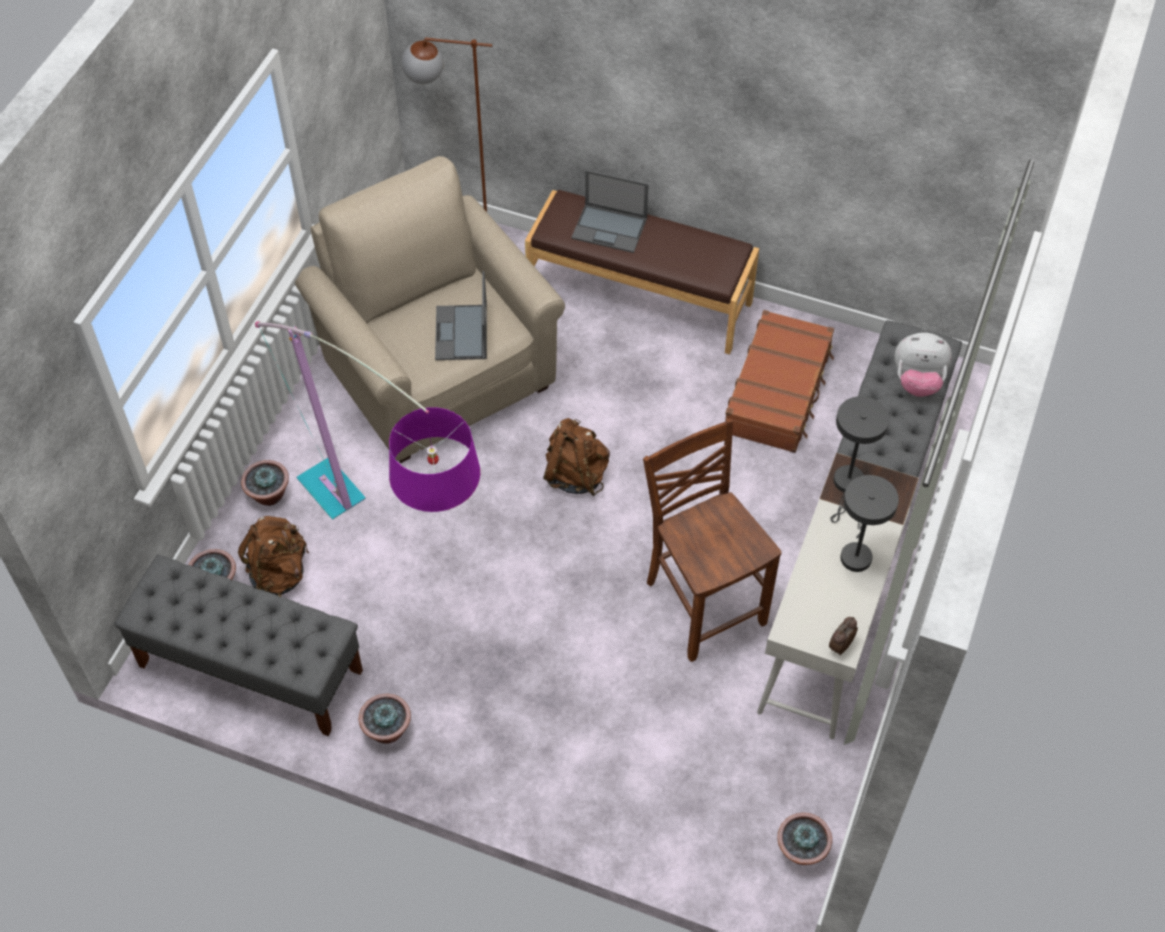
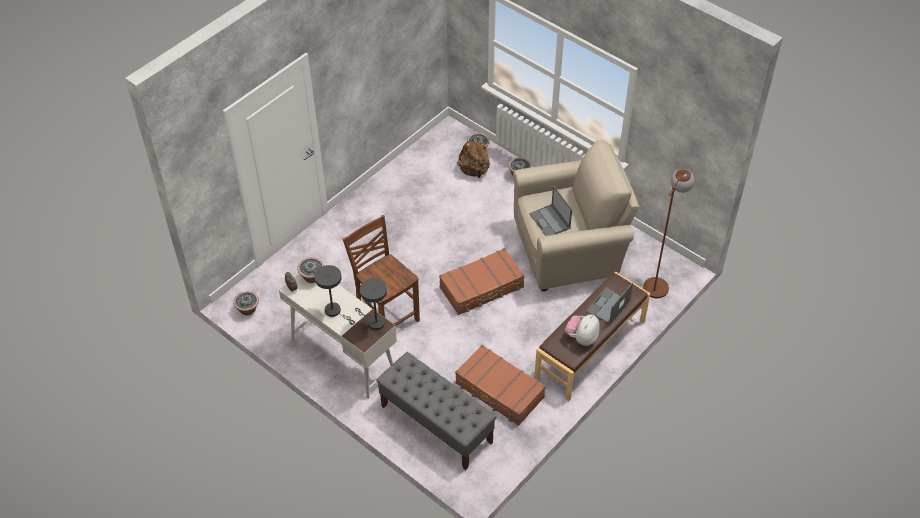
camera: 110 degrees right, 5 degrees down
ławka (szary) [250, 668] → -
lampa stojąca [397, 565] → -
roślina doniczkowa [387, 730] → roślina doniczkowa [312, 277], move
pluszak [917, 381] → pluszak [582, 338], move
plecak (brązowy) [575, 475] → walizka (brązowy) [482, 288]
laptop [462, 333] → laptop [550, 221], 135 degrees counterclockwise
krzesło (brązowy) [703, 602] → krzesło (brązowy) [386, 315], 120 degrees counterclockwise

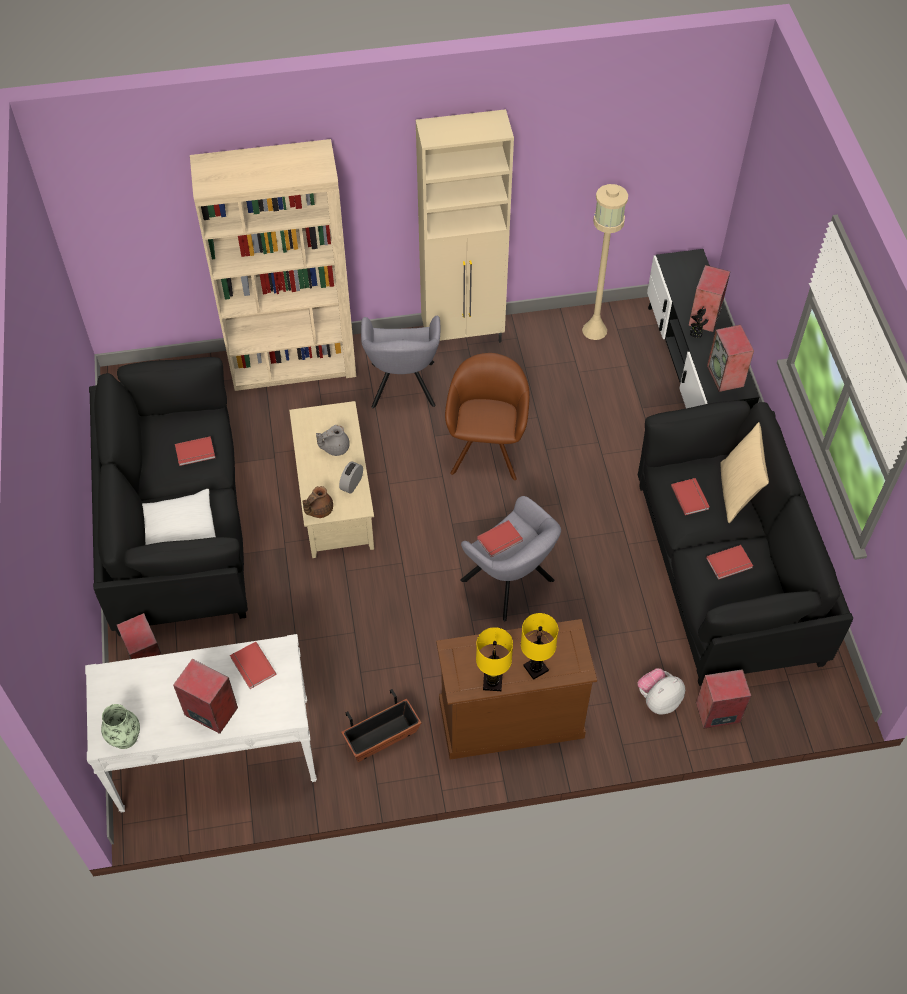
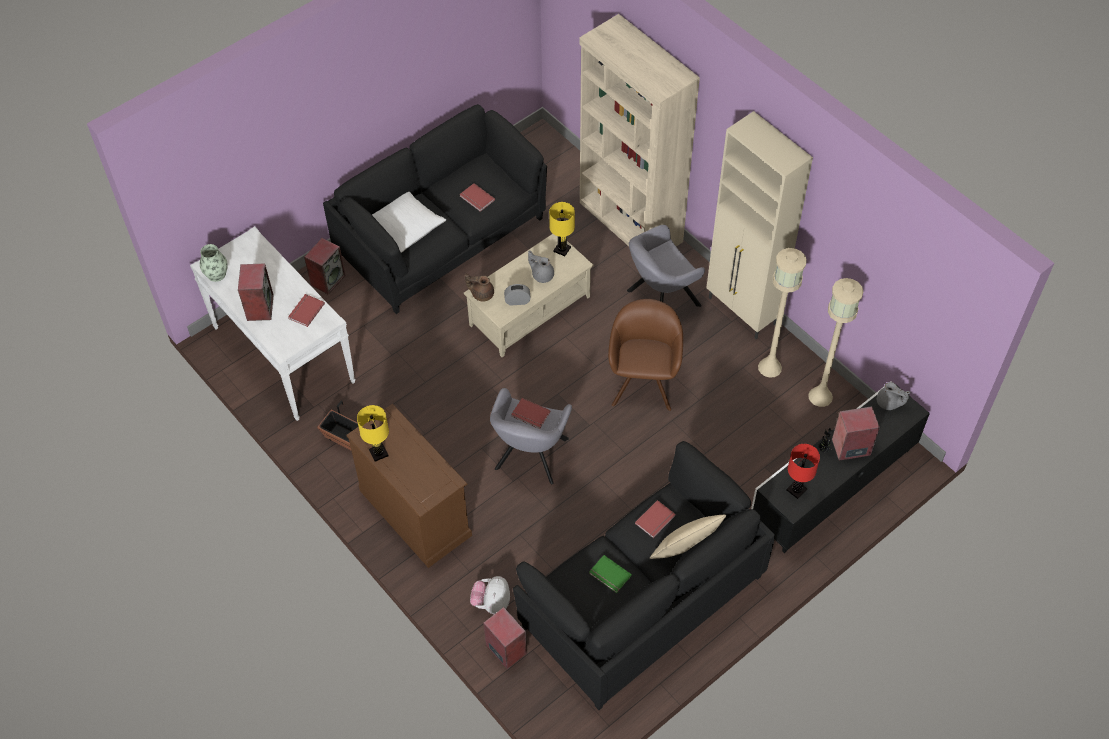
camera: 60 degrees right, 0 degrees up
- → lampa stojąca (beżowy) [770, 367]
- → imbryk (szary) [888, 403]
lampa stołowa (żółty) [535, 668] → lampa stołowa (żółty) [561, 249], move
głośnik [726, 376] → lampa stołowa (czerwony) [796, 490]
książka (czerwony) [730, 564] → książka (zielony) [609, 575]
fotel (brązowy) [487, 448] → fotel (brązowy) [643, 381], 60 degrees counterclockwise
pluszak [658, 700] → pluszak [491, 603], 105 degrees counterclockwise

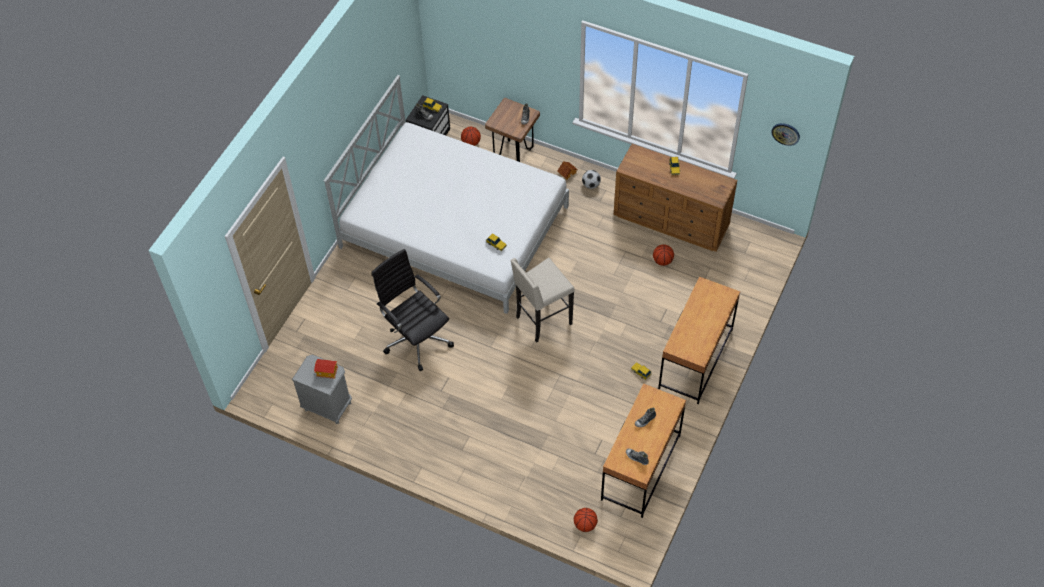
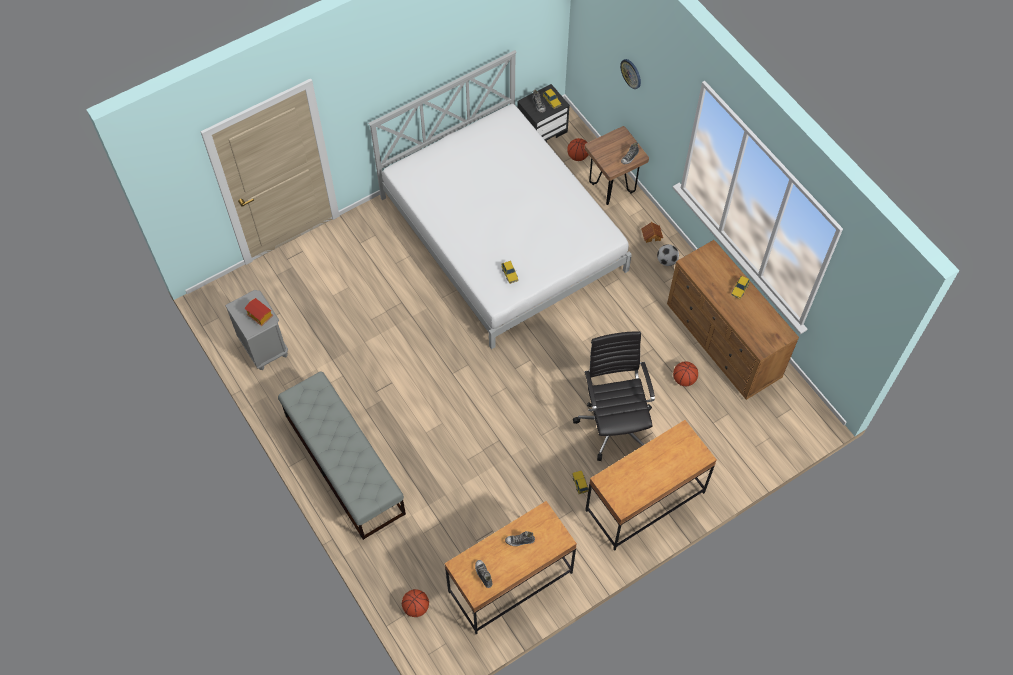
camera: 30 degrees right, 5 degrees up
stołek (beżowy) [542, 320] → -
- → ławka (szary) [344, 464]
krzesło biurowe (czarny) [416, 338] → krzesło biurowe (czarny) [614, 423], move
zegar ścienny [785, 133] → zegar ścienny [631, 73], move

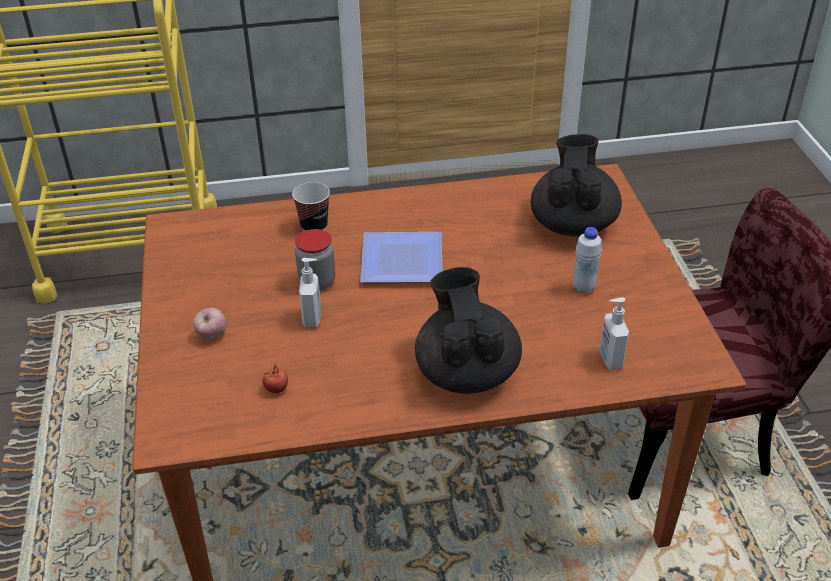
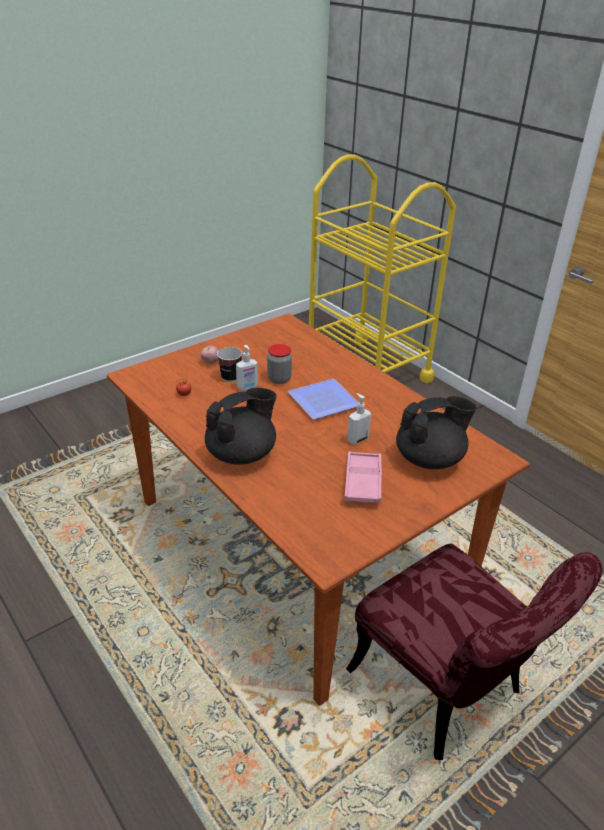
camera: 60 degrees right, 5 degrees down
filiżanka [314, 226] → filiżanka [230, 377], move
dozownik mydła [610, 359] → dozownik mydła [357, 439], move
butelka (biały) [583, 288] → taca (różowy) [363, 481]

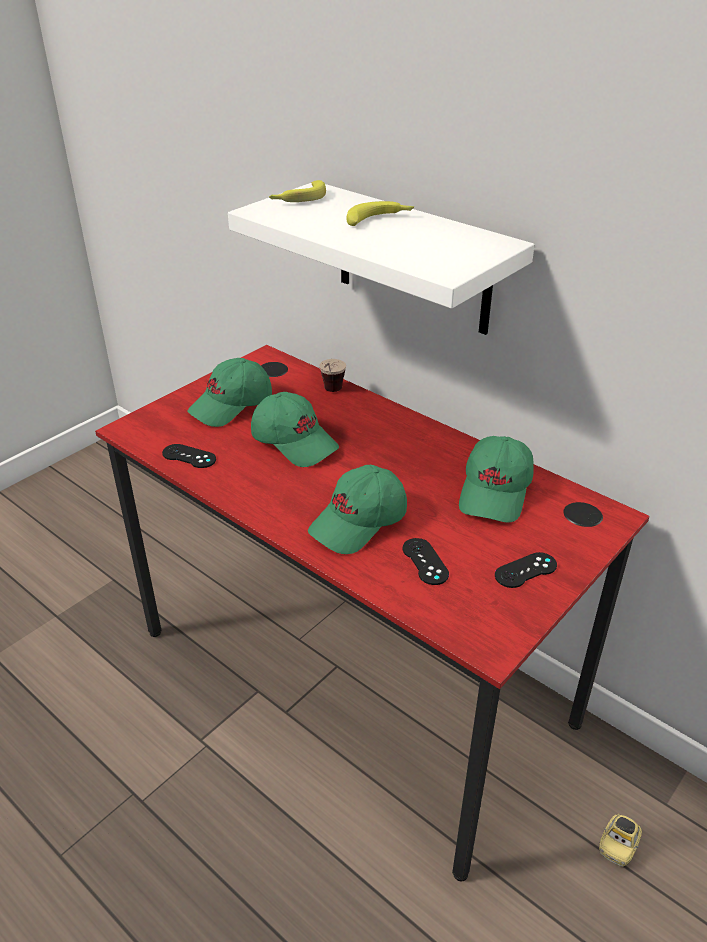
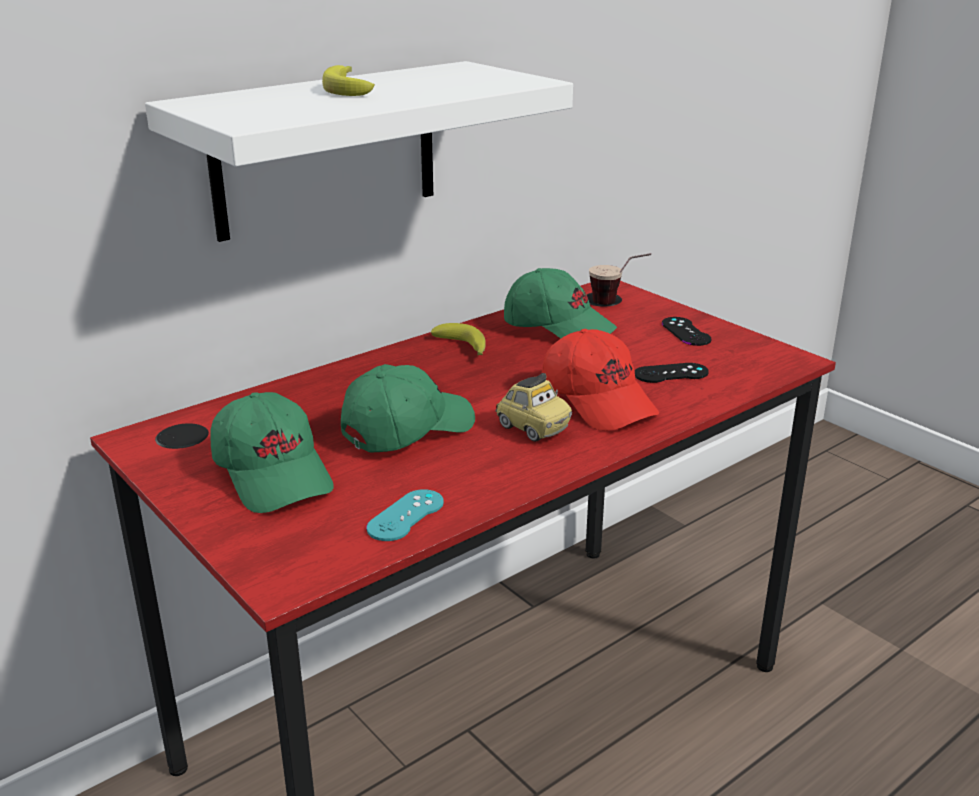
camera: 80 degrees left, 10 degrees down
banan [298, 199] → banan [463, 348], move
filiżanka [330, 393] → filiżanka [617, 303], move
samochodzik [618, 845] → samochodzik [532, 428], move
pad do gier (czarny) [189, 456] → pad do gier (turkusowy) [406, 515]
czapka z daszkiem (zielony) [359, 522] → czapka z daszkiem (czerwony) [599, 401]

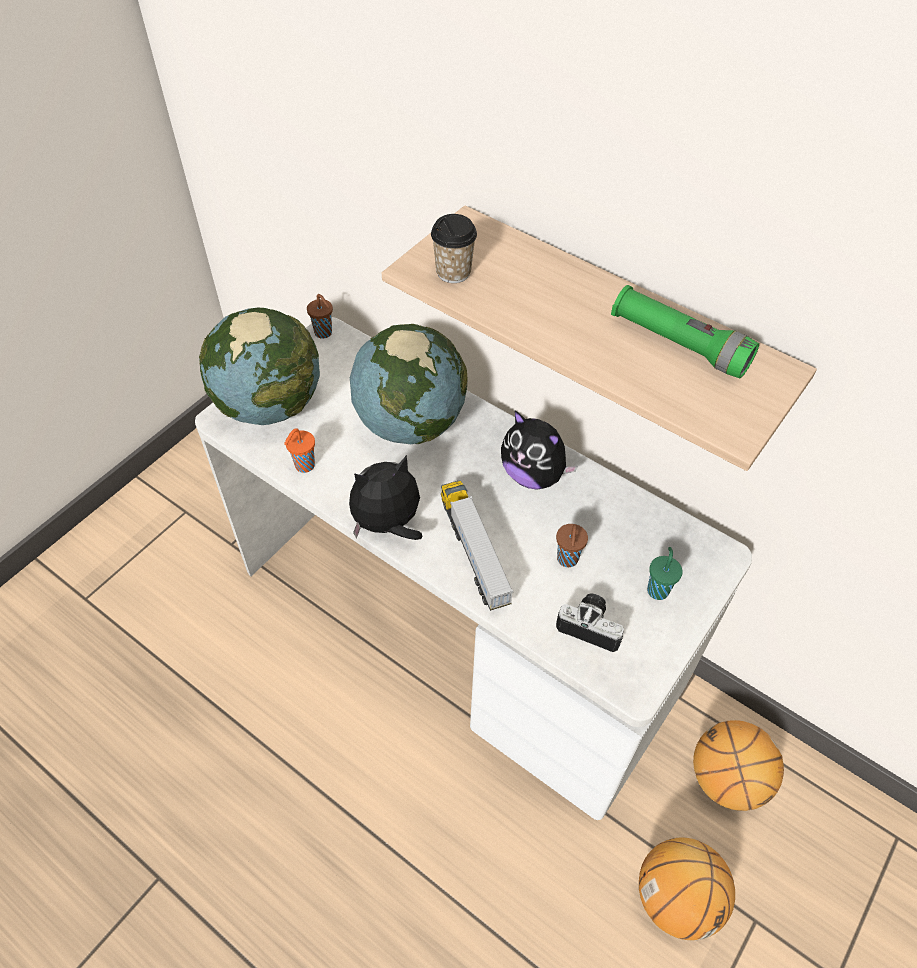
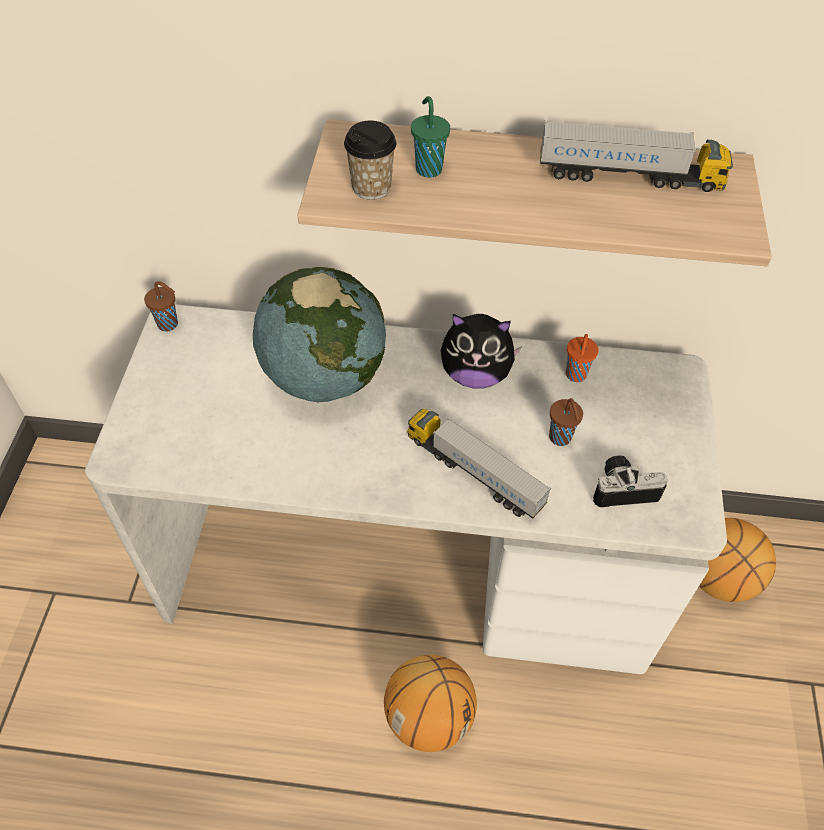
camera: 30 degrees left, 0 degrees up
globus [270, 405] → -
pluszak [388, 524] → -
filiżanka (pomarańczowy) [303, 466] → filiżanka (pomarańczowy) [575, 375], move
piłka do koszykówki [677, 897] → piłka do koszykówki [429, 716], move
filiżanka (zielony) [658, 589] → filiżanka (zielony) [428, 168], move
latarka (zielony) [678, 344] → ciężarówka zabawkowa [629, 177]

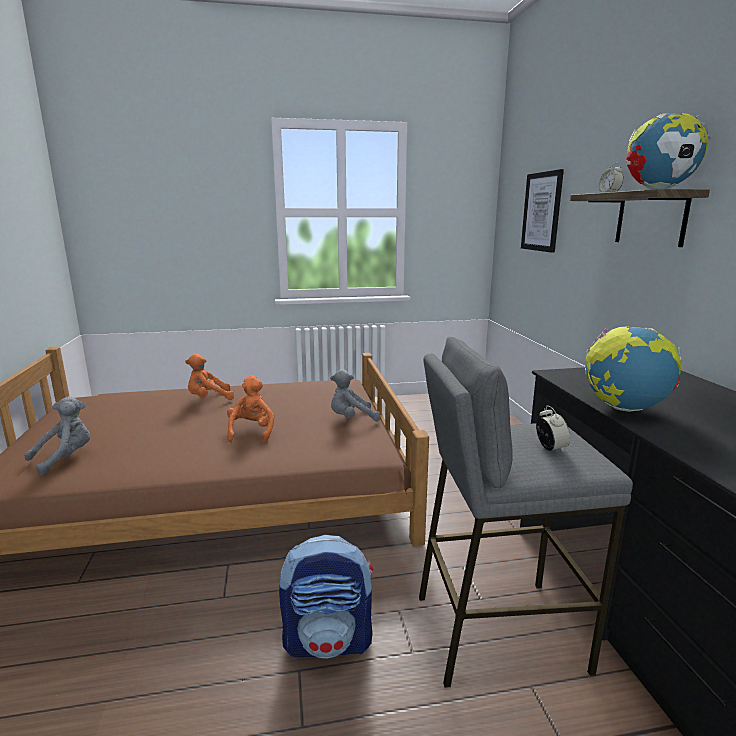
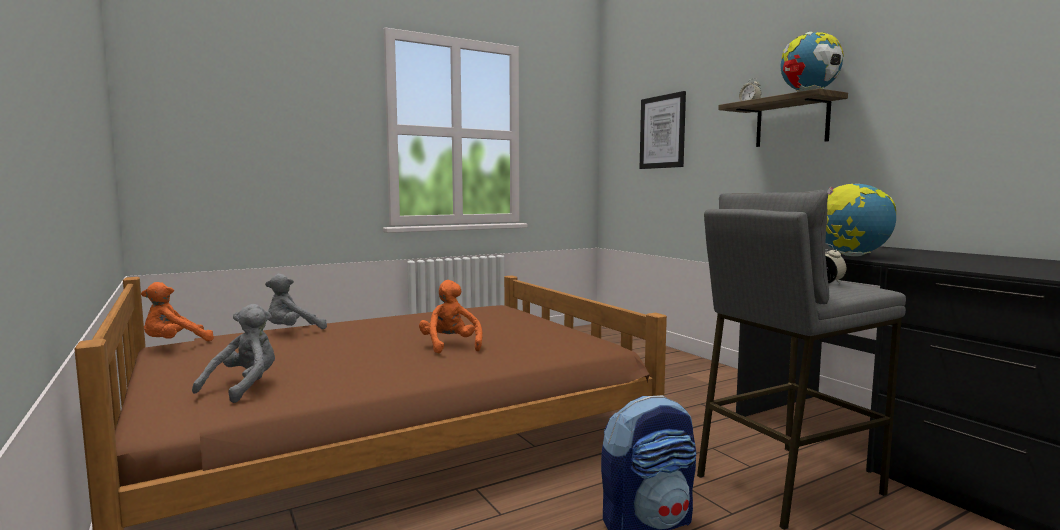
camera: 20 degrees left, 10 degrees down
pluszak (pomarańczowy) [209, 399] → pluszak (pomarańczowy) [175, 344], move
pluszak (szary) [351, 419] → pluszak (szary) [293, 331], move

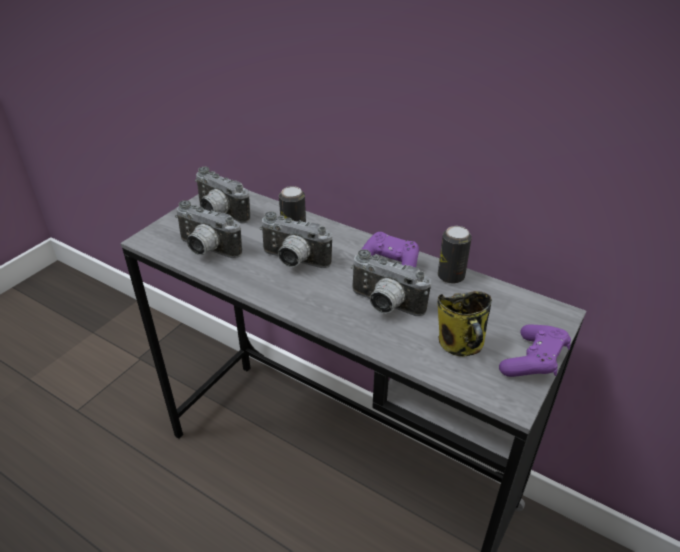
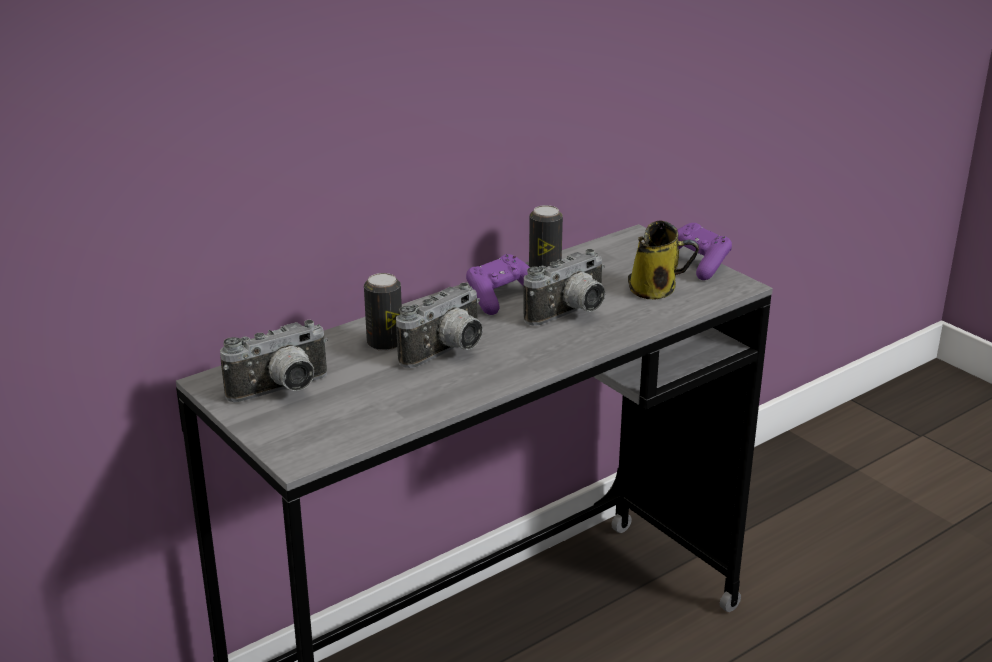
camera: 70 degrees left, 10 degrees down
aparat fotograficzny [206, 250] → -

